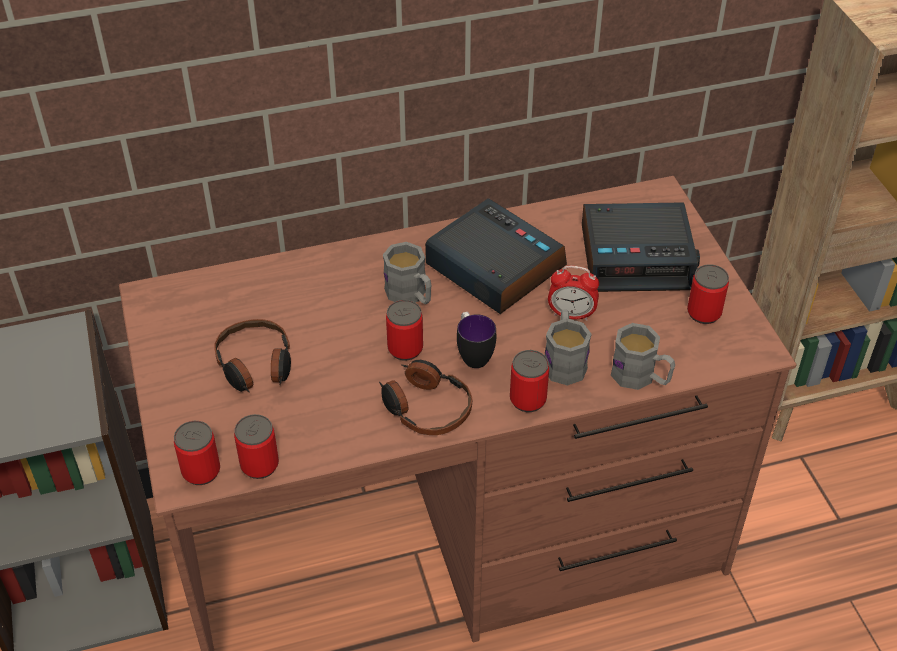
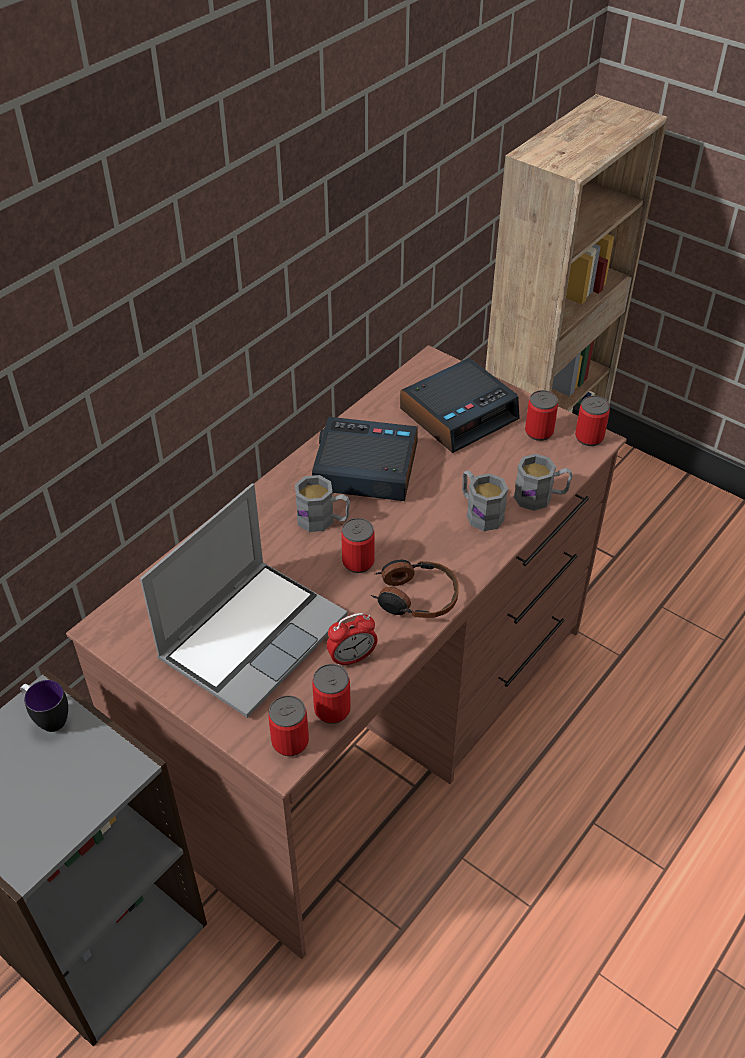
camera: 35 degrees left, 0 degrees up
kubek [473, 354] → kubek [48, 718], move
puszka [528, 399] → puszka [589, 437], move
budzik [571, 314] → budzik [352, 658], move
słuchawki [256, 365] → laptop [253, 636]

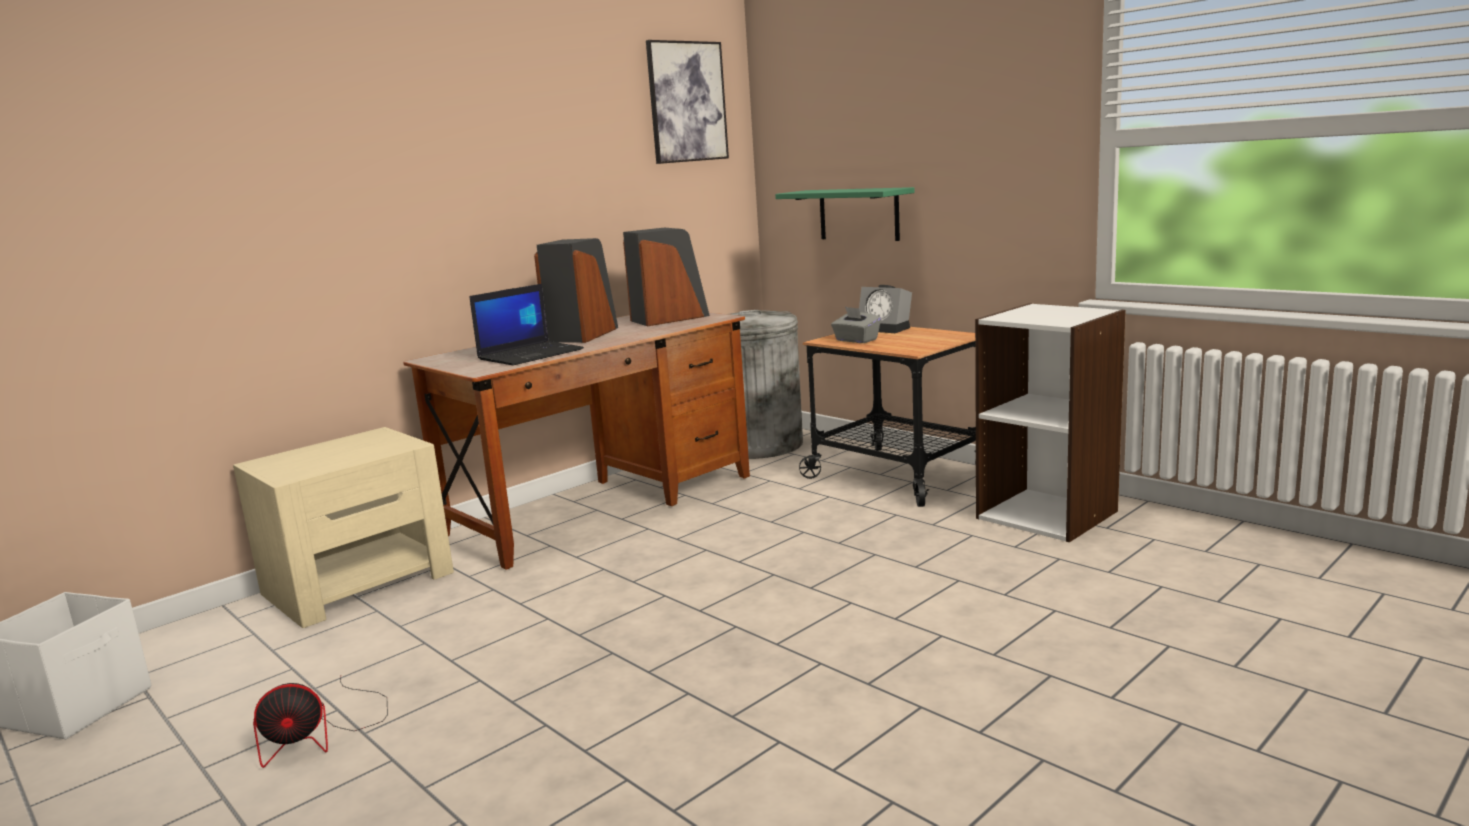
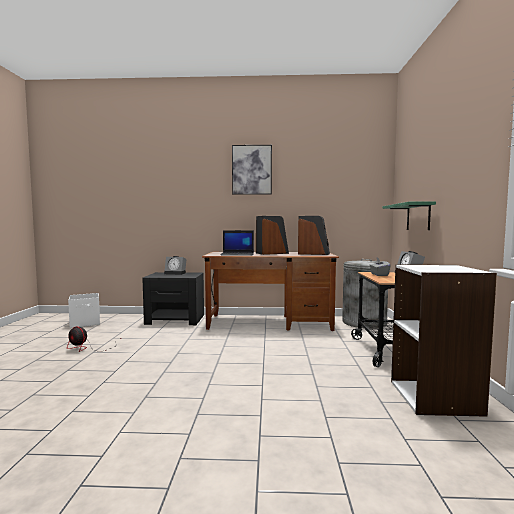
camera: 45 degrees right, 10 degrees down
- → budzik [176, 273]
obraz [687, 102] → obraz [252, 170], move
szafka nocna (beżowy) [360, 583] → szafka nocna (czarny) [175, 319]

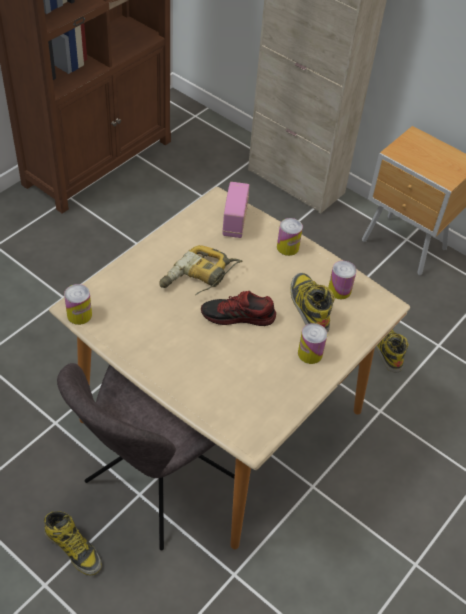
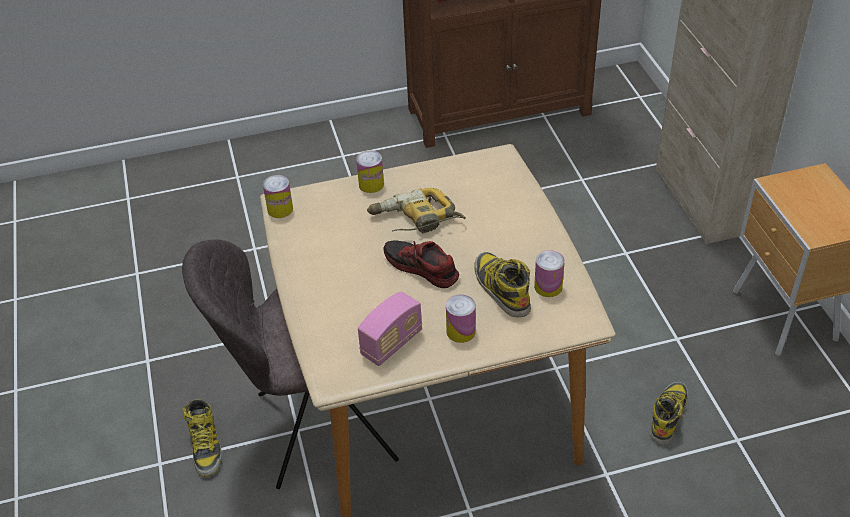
camera: 40 degrees right, 5 degrees down
radio [235, 222] → radio [391, 343], move
puszka [287, 247] → puszka [371, 184], move
but z cholewką [308, 306] → but z cholewką [501, 288], 45 degrees counterclockwise

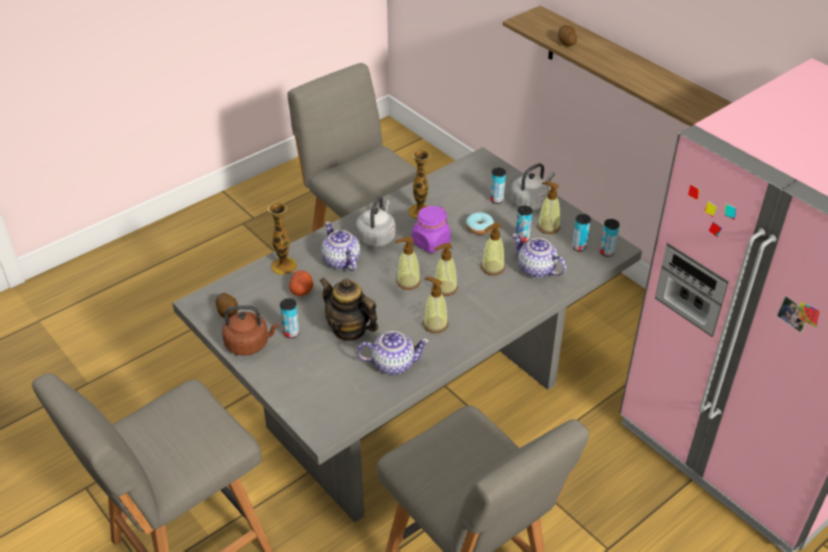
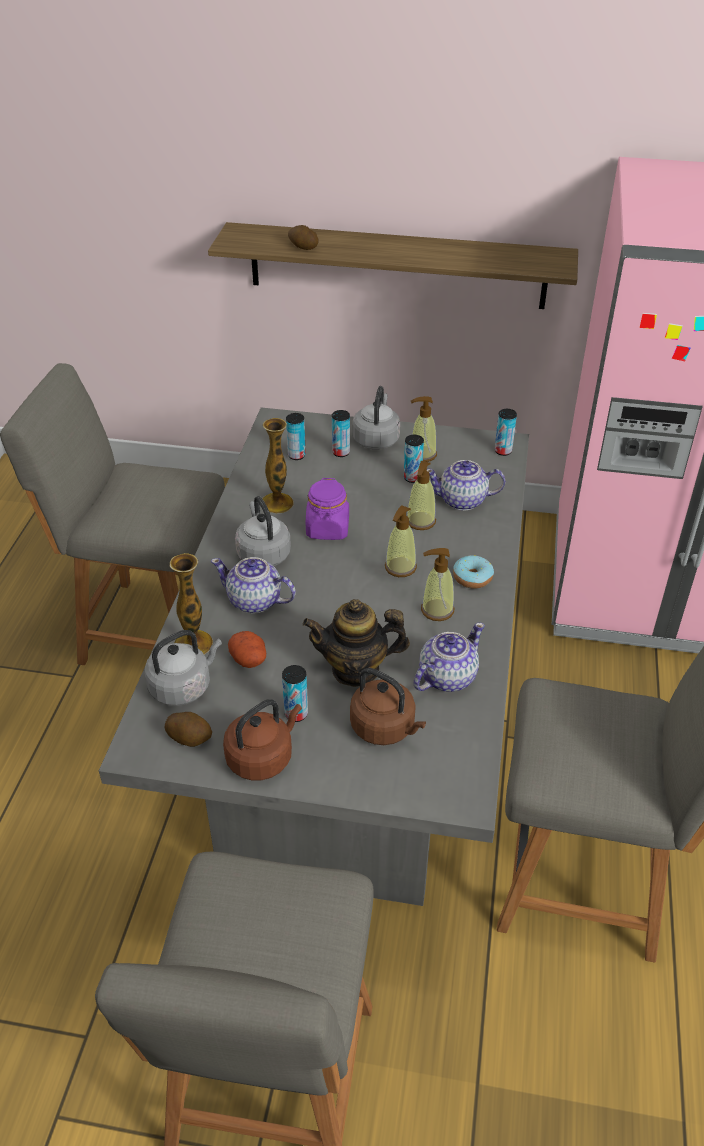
camera: 40 degrees left, 0 degrees up
dozownik mydła [408, 282] → -
- → czajnik (szary) [183, 686]
- → czajnik (brązowy) [385, 728]
donut [479, 228] → donut [472, 578], move
puszka [579, 247] → puszka [296, 455], move

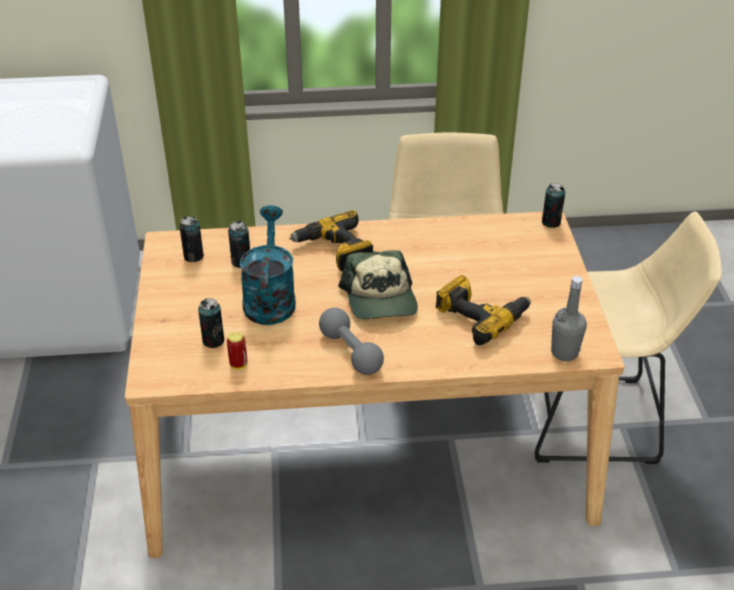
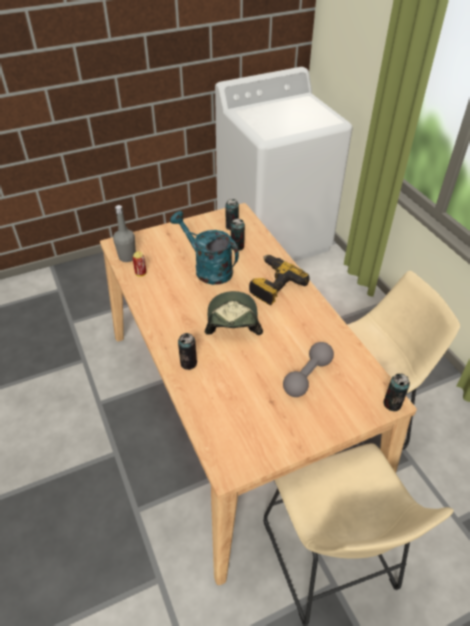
camera: 70 degrees right, 5 degrees up
wiertarka [481, 316] → -
puszka [213, 341] → puszka [188, 363], move
hantel (szary) [350, 352] → hantel (szary) [307, 376], move
butelka (szary) [564, 352] → butelka (szary) [127, 257], move
konewka (turkusowy) [269, 298] → konewka (turkusowy) [208, 269], 120 degrees counterclockwise
czapka z daszkiem [380, 299] → czapka z daszkiem [232, 320], 120 degrees clockwise

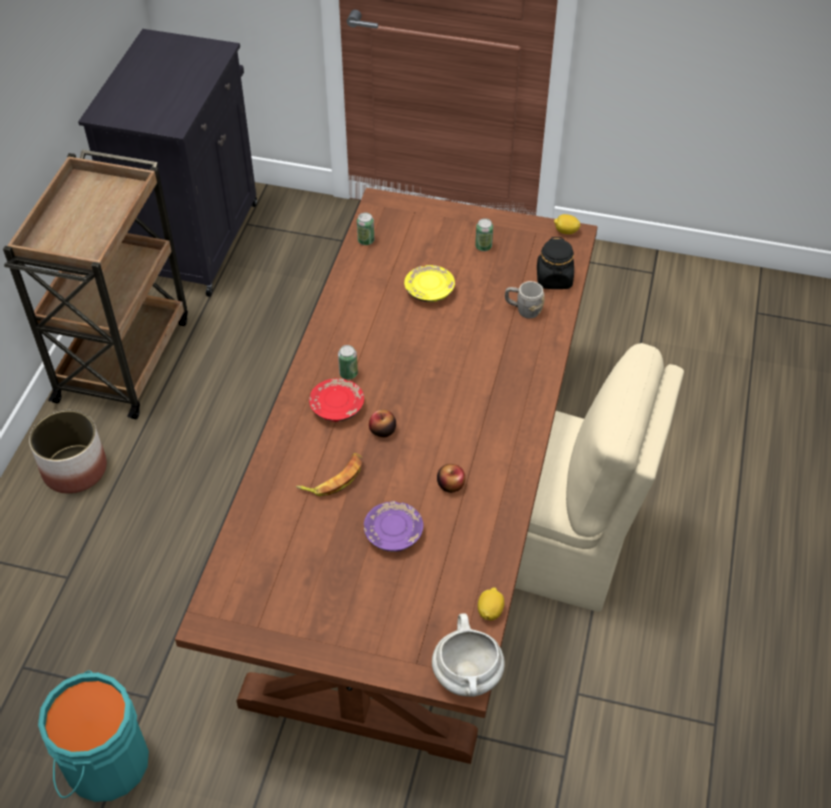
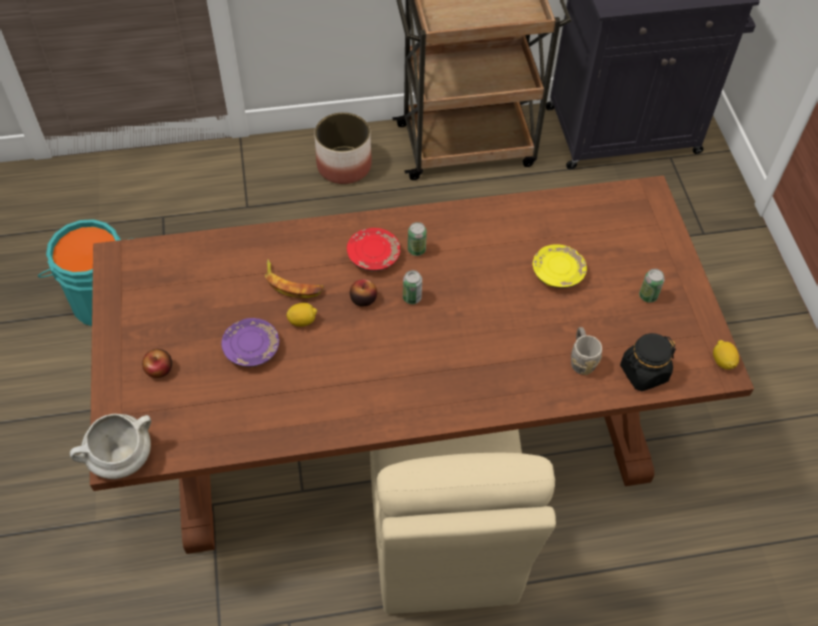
camera: 65 degrees right, 5 degrees up
puszka [366, 241] → puszka [412, 297], move
jabłko [450, 484] → jabłko [159, 369], move
cytryna [490, 611] → cytryna [302, 321], move

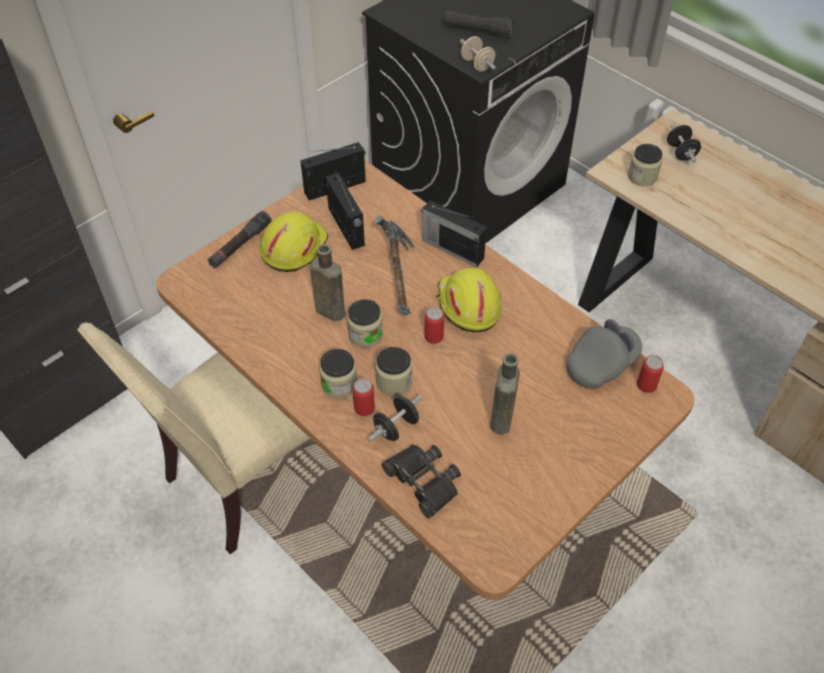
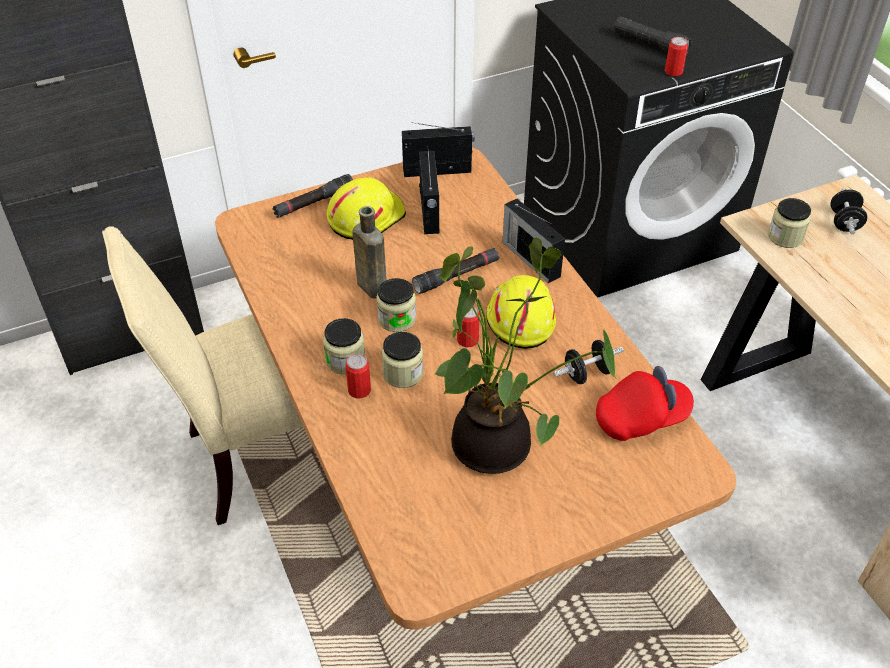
camera: 20 degrees right, 5 degrees down
lornetka (czarny) [423, 481] → -
hantel (beżowy) [477, 64] → -
hantel (czarny) [396, 427] → hantel (czarny) [587, 374], move
puszka [646, 385] → puszka [673, 72], move
młotek [397, 281] → latarka (czarny) [456, 276]
butelka (brązowy) [501, 422] → roślina doniczkowa [498, 445]
czapka z daszkiem (szary) [601, 364] → czapka z daszkiem (czerwony) [641, 418]

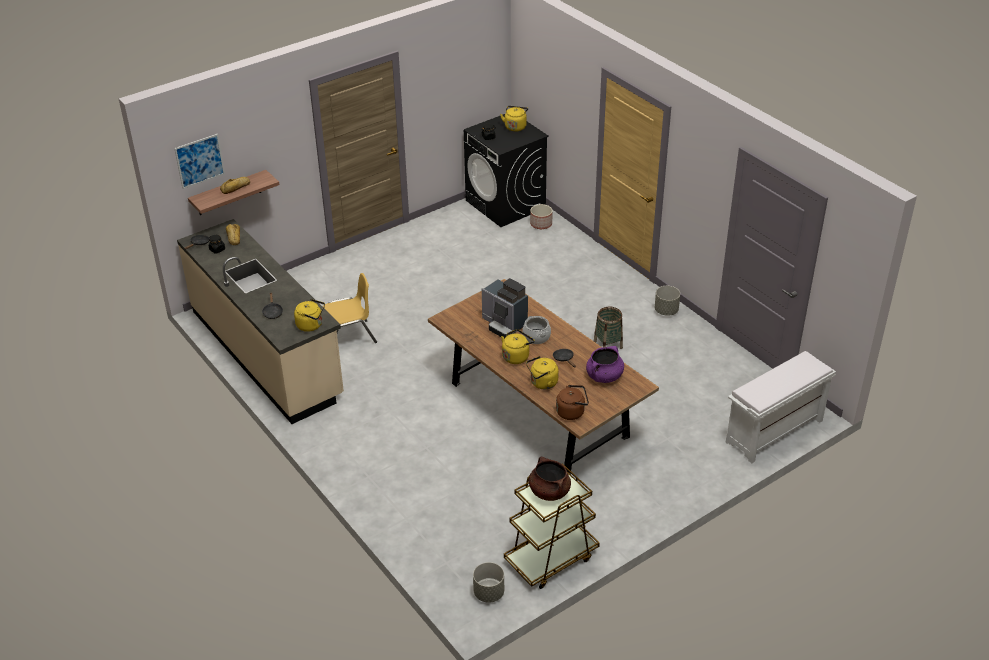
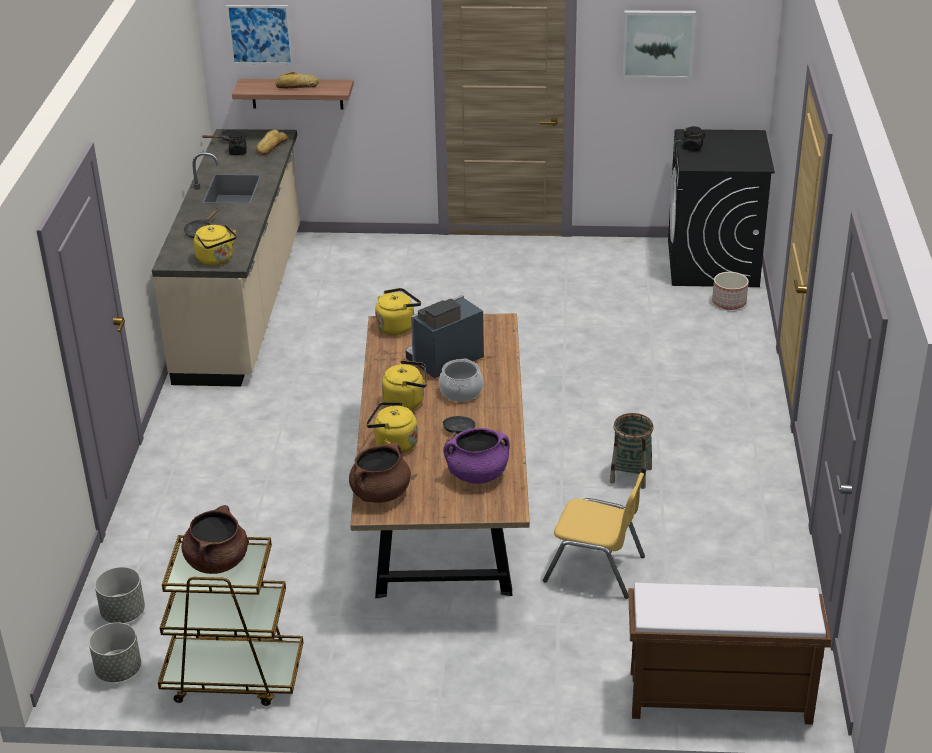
camera: 40 degrees right, 5 degrees down
- → obraz [658, 44]
krzesło (żółty) [348, 337] → krzesło (żółty) [595, 569], move
czajnik (żółty) [515, 126] → czajnik (żółty) [397, 326], move
donica (szary) [666, 311] → donica (szary) [123, 613], move
czajnik (brązowy) [572, 412] → garnek (brązowy) [380, 493]
ławka (biały) [773, 432] → ławka (brązowy) [717, 698]
ekspres do kawy [504, 324] → ekspres do kawy [443, 361], 60 degrees clockwise

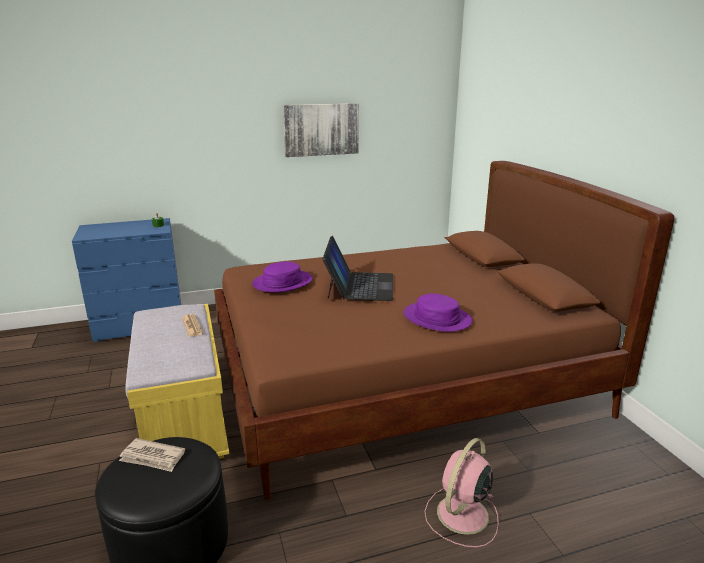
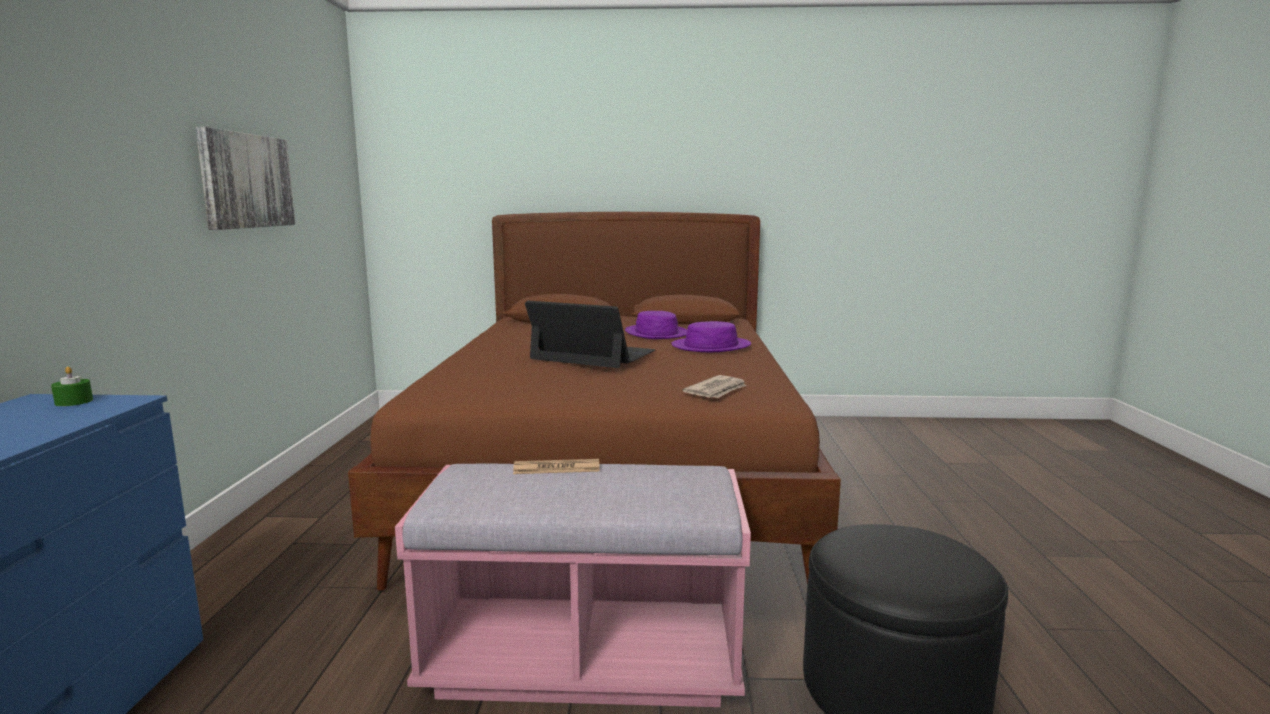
camera: 70 degrees left, 10 degrees down
wentylator (różowy) [461, 515] → -
gazeta [152, 457] → gazeta [717, 390], move
kapelusz (fioletowy) [282, 282] → kapelusz (fioletowy) [656, 333], move
ławka (żółty) [185, 421] → ławka (różowy) [583, 660]

